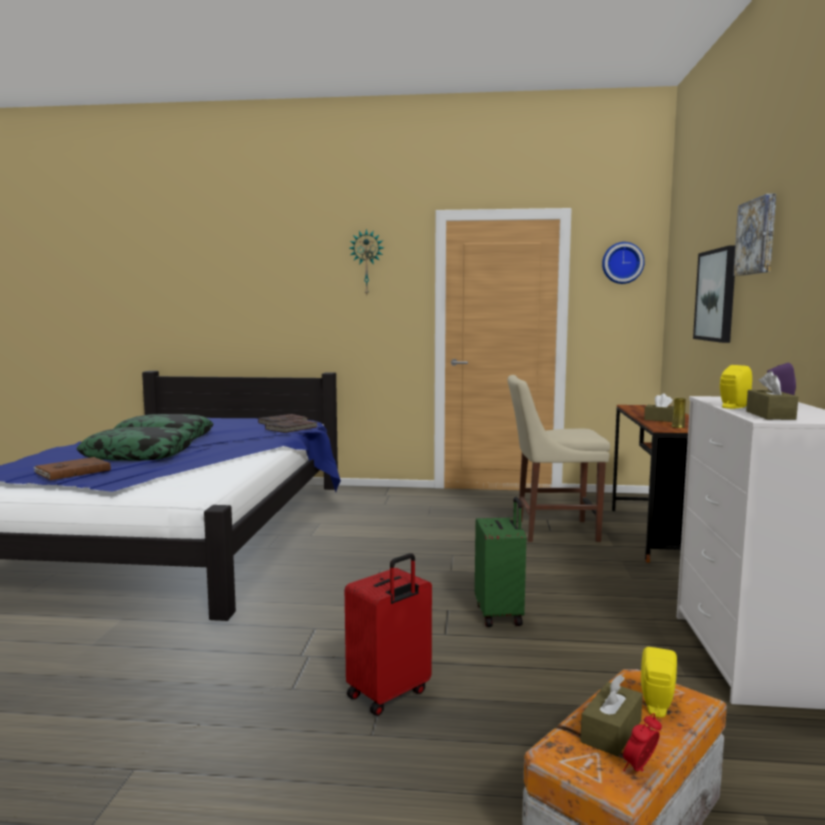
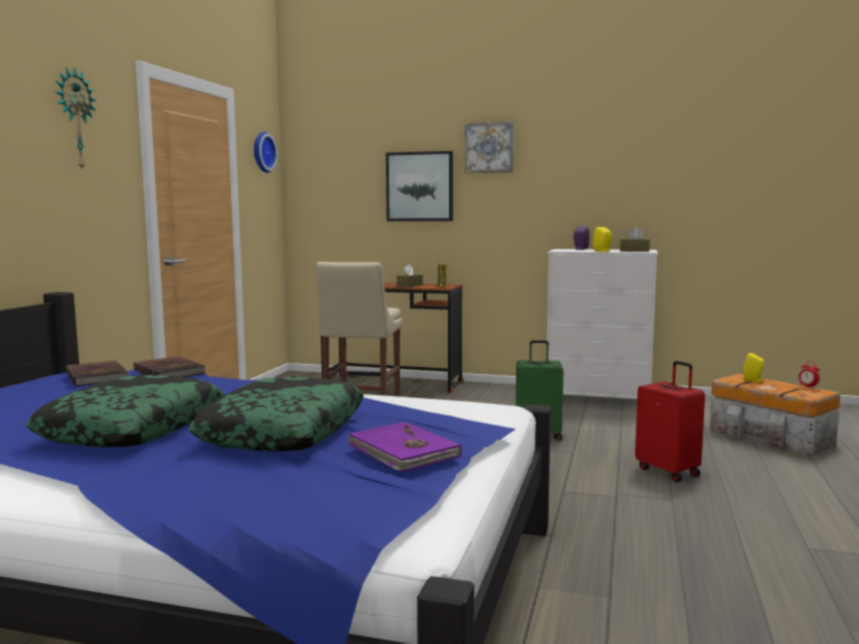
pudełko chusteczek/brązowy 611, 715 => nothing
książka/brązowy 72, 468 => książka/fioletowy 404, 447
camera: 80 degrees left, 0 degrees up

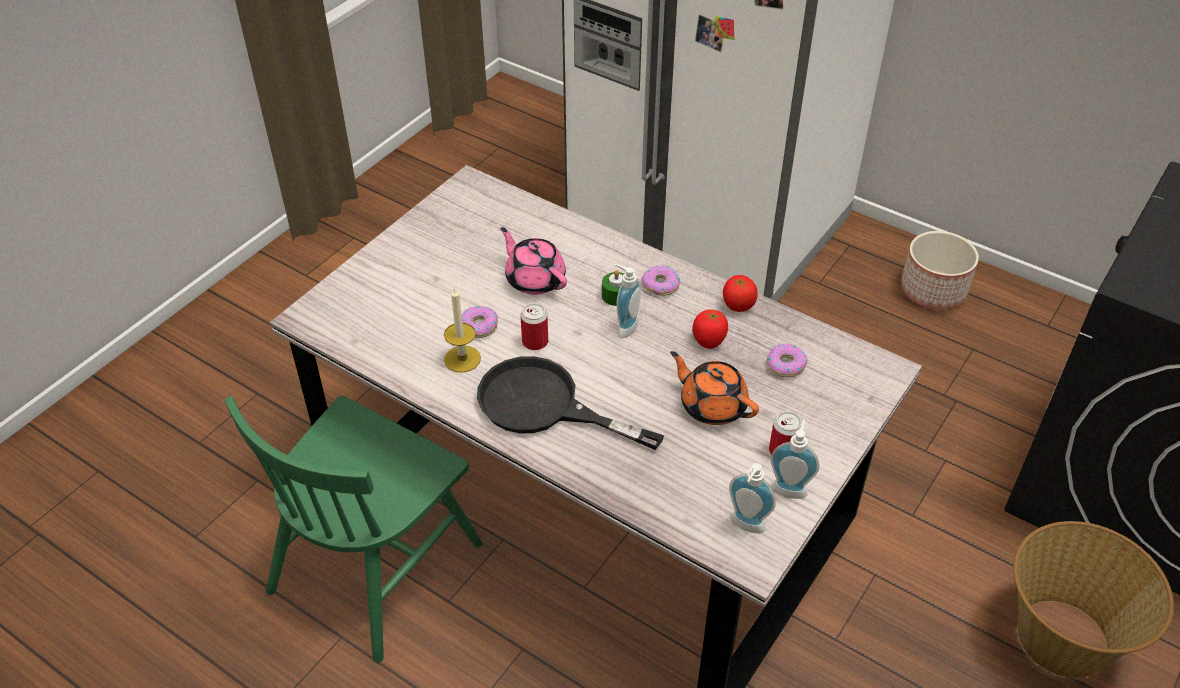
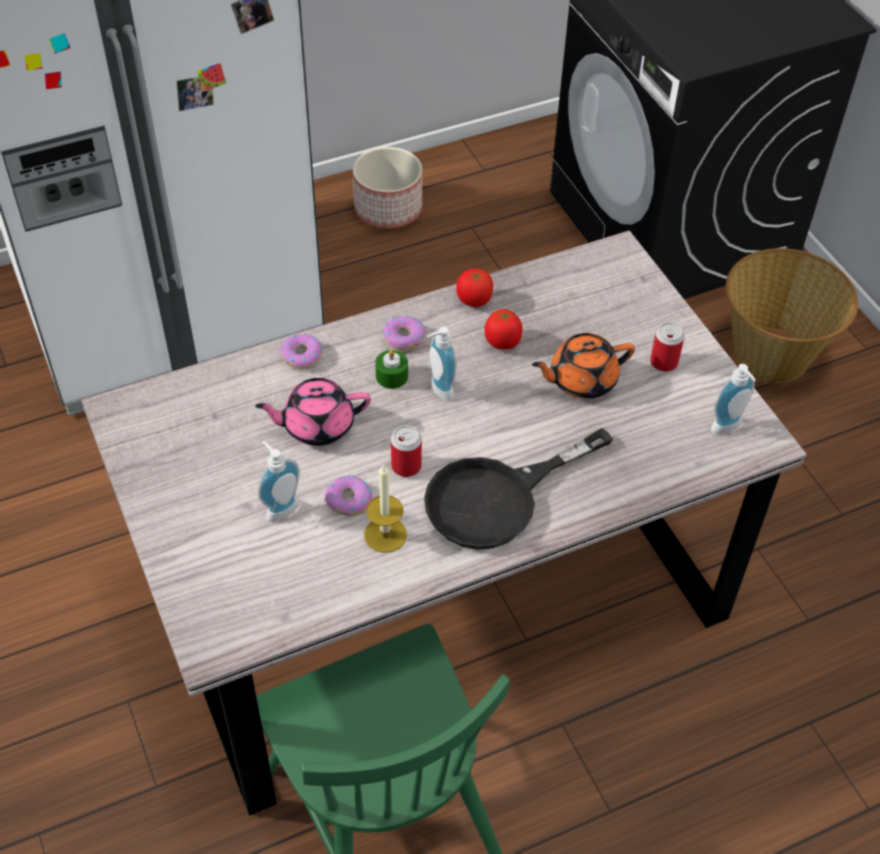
donut 787, 360 => donut 301, 352, relocated
dozownik mydła 794, 459 => dozownik mydła 279, 481, relocated
camera: 60 degrees left, 5 degrees up

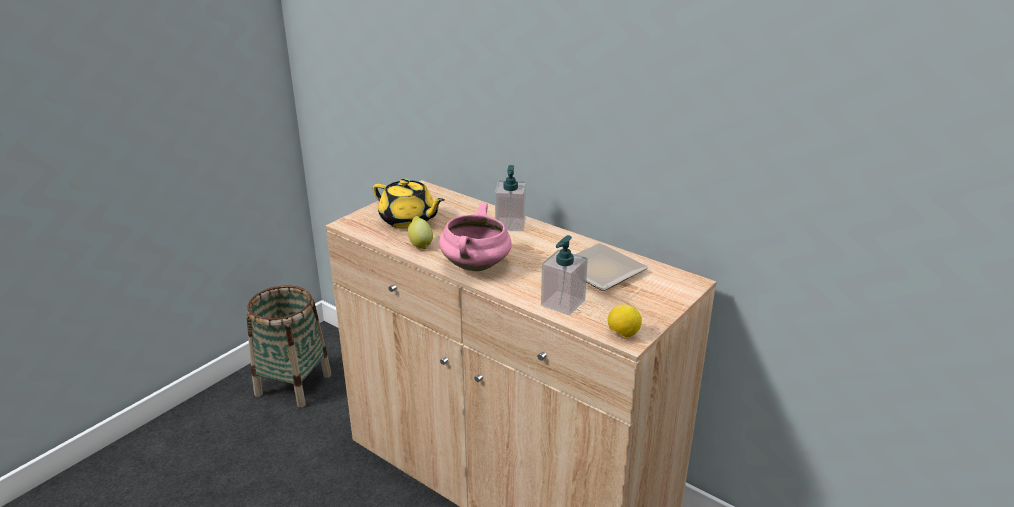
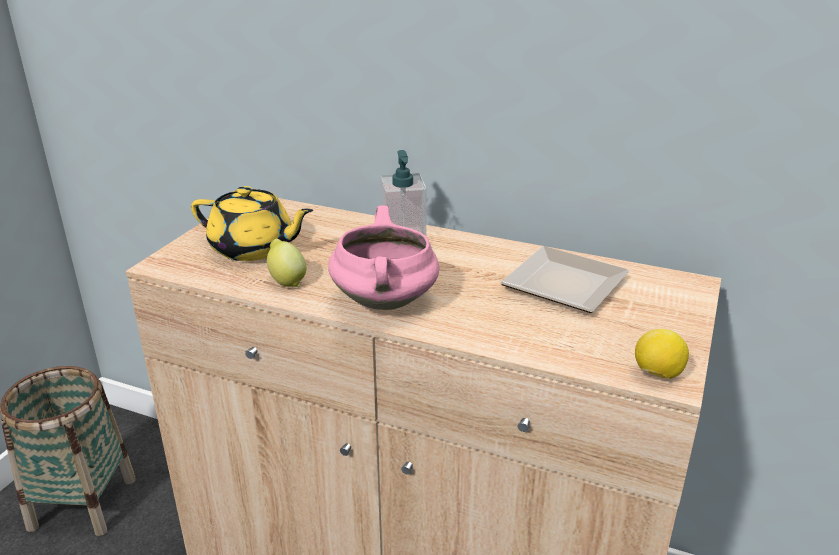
dozownik mydła 564, 275 => nothing
camera: 15 degrees left, 0 degrees up

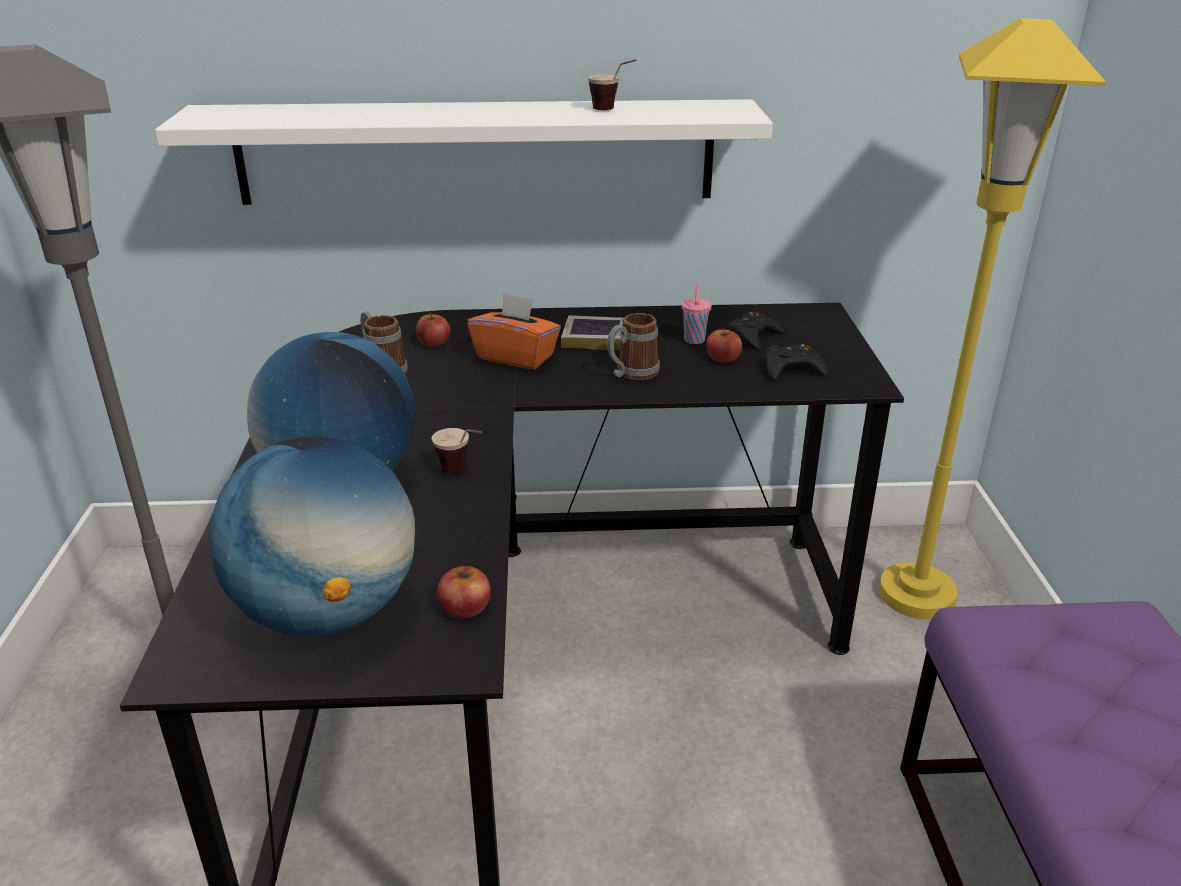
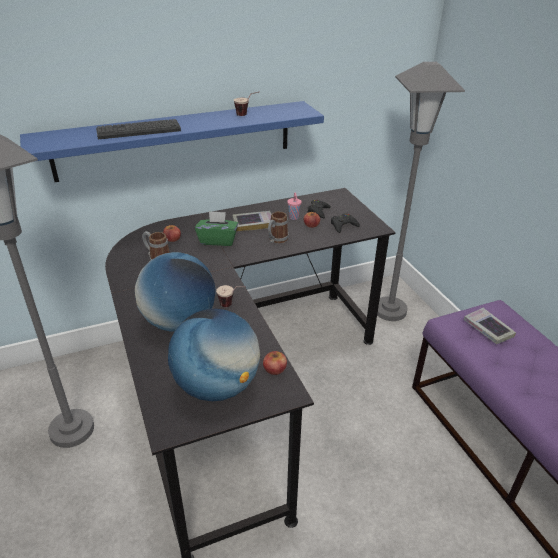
nothing => klawiatura 138, 129
nothing => książka 490, 326
półka/biały 464, 152 => półka/niebieski 172, 141
pudełko chusteczek/pomarańczowy 514, 331 => pudełko chusteczek/zielony 216, 228
lampa stojąca/żółty 992, 318 => lampa stojąca/szary 421, 191
camera: 20 degrees left, 5 degrees up

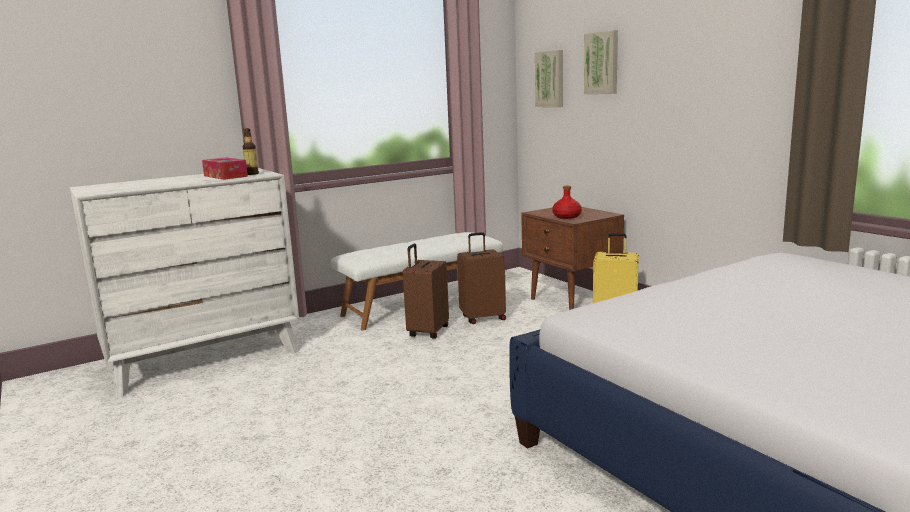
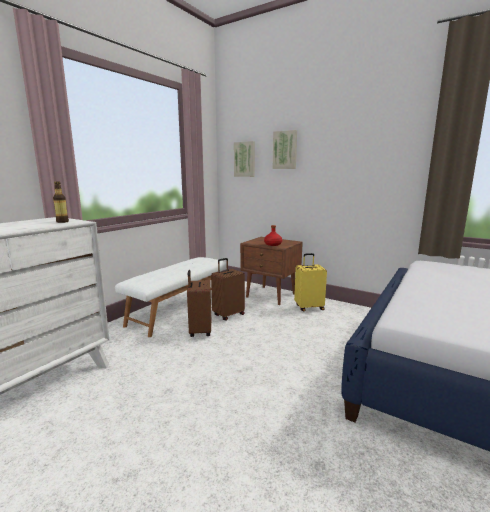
pudełko chusteczek 225, 169 => nothing
camera: 25 degrees left, 0 degrees up

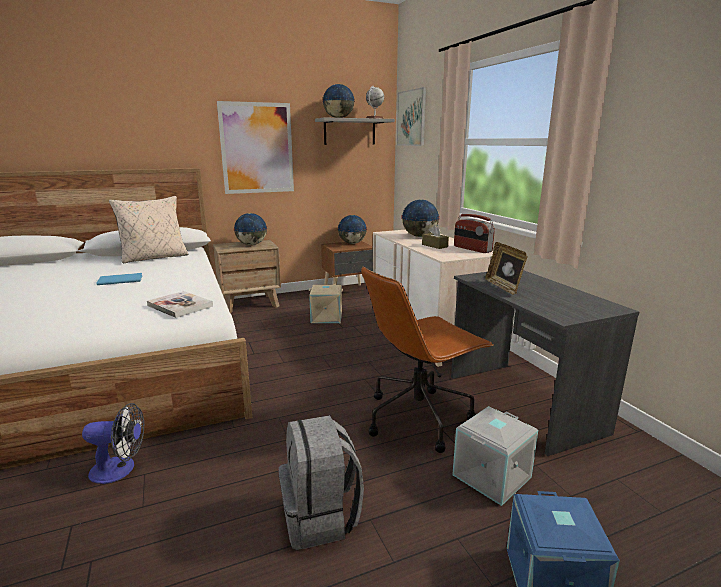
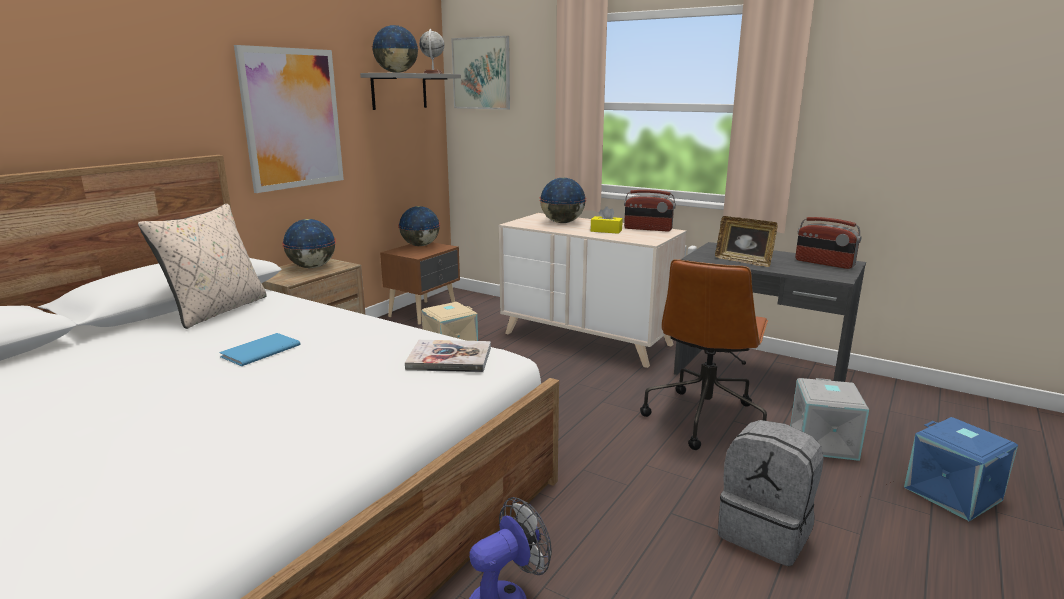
nothing => radio 828, 243
pudełko chusteczek/brązowy 435, 237 => pudełko chusteczek/żółty 607, 220
camera: 35 degrees left, 0 degrees up

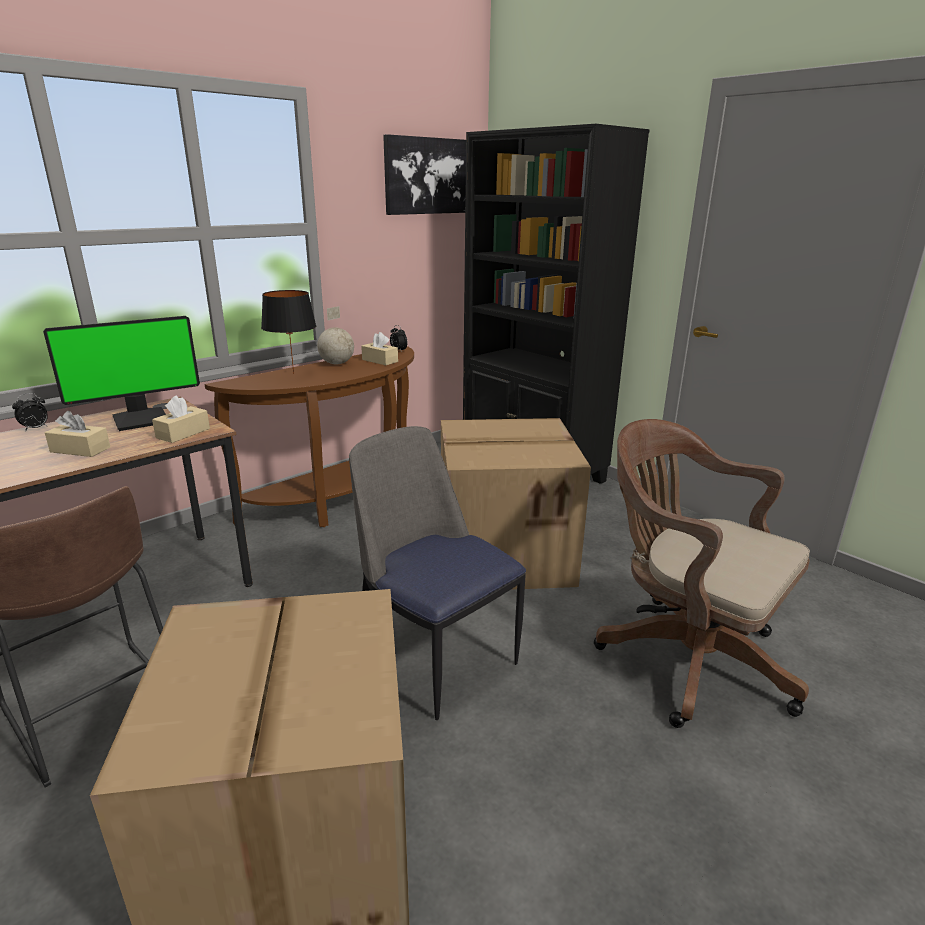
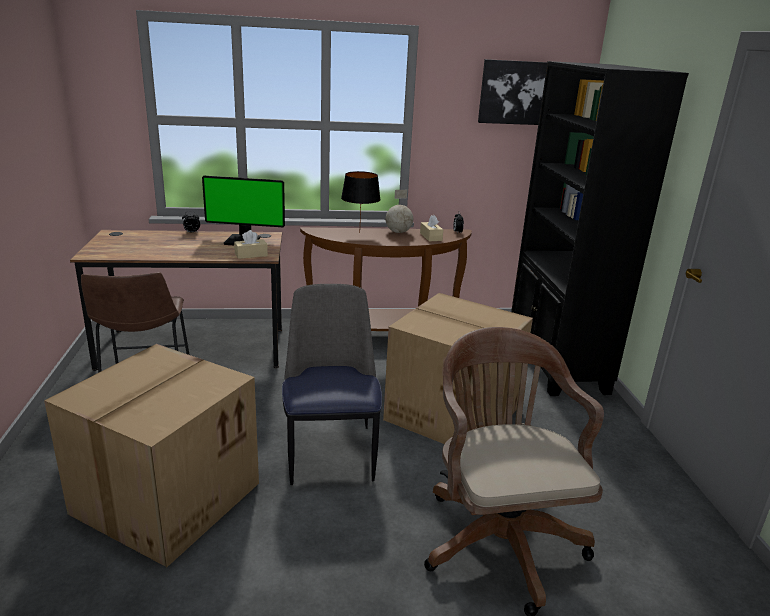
pudełko chusteczek/beżowy 77, 434 => nothing
camera: 35 degrees right, 0 degrees up

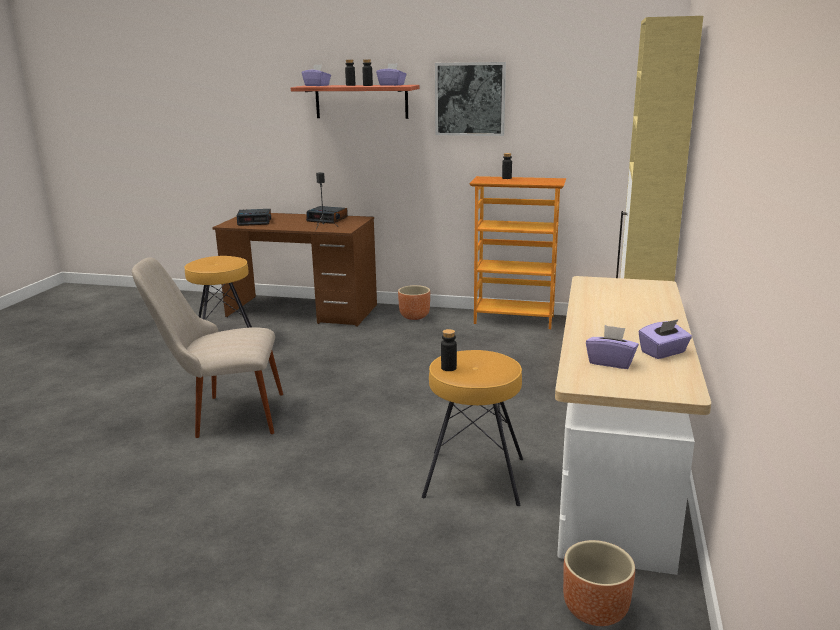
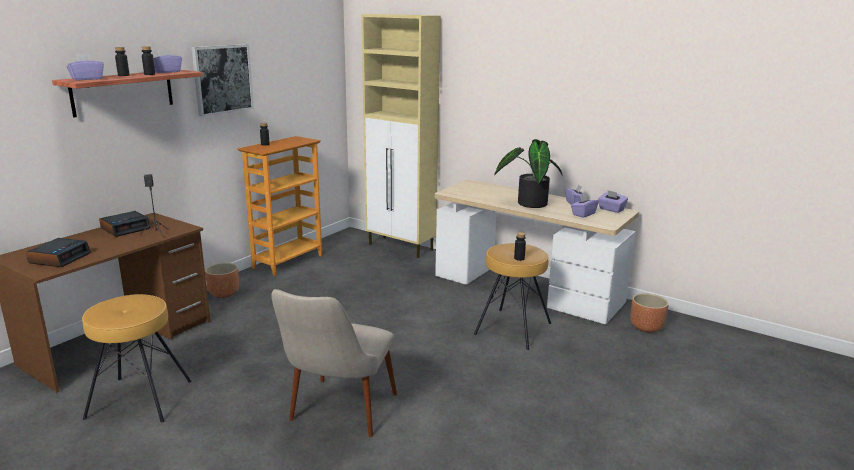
nothing => roślina doniczkowa 529, 173
nothing => pudełko chusteczek/fioletowy 613, 201
camera: 70 degrees left, 0 degrees up

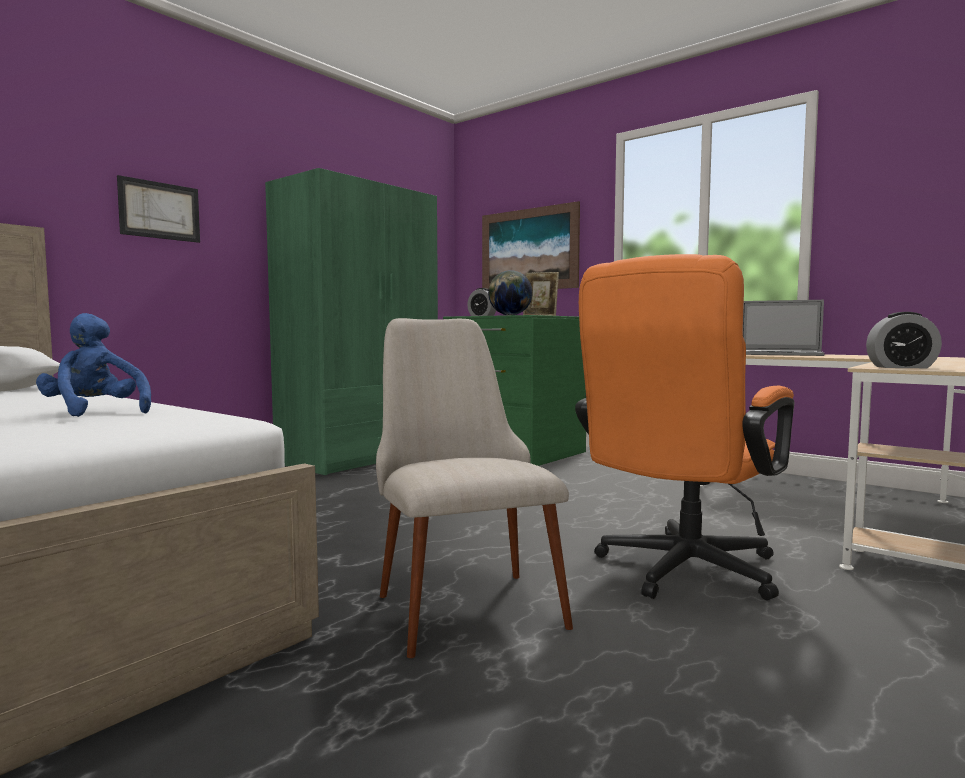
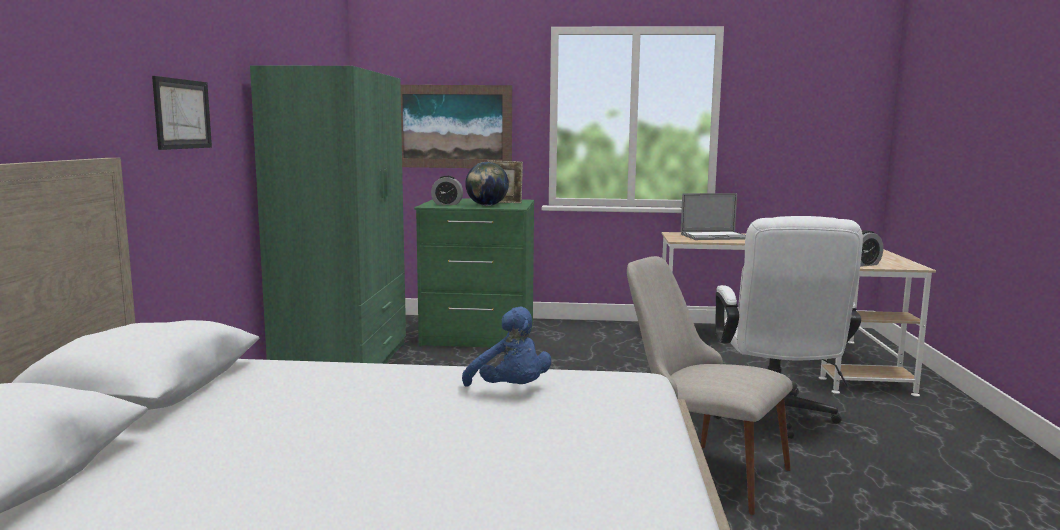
krzesło biurowe/pomarańczowy 684, 427 => krzesło biurowe/biały 787, 327
pluszak/niebieski 93, 365 => pluszak/niebieski 506, 347, 135 degrees counterclockwise
camera: 35 degrees left, 5 degrees up

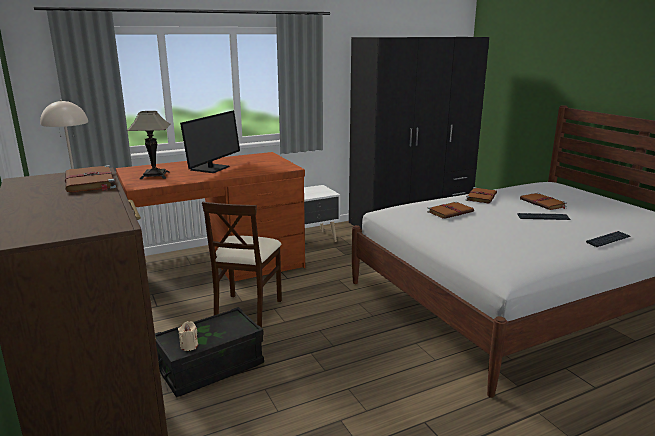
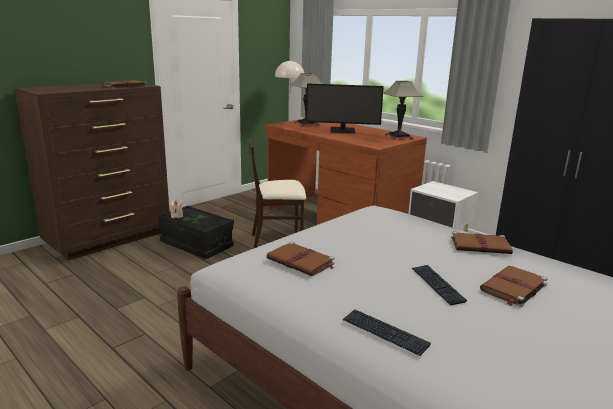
nothing => lampa stołowa 403, 110
książka/brązowy 450, 210 => książka/brązowy 300, 259, relocated
camera: 70 degrees right, 0 degrees up

